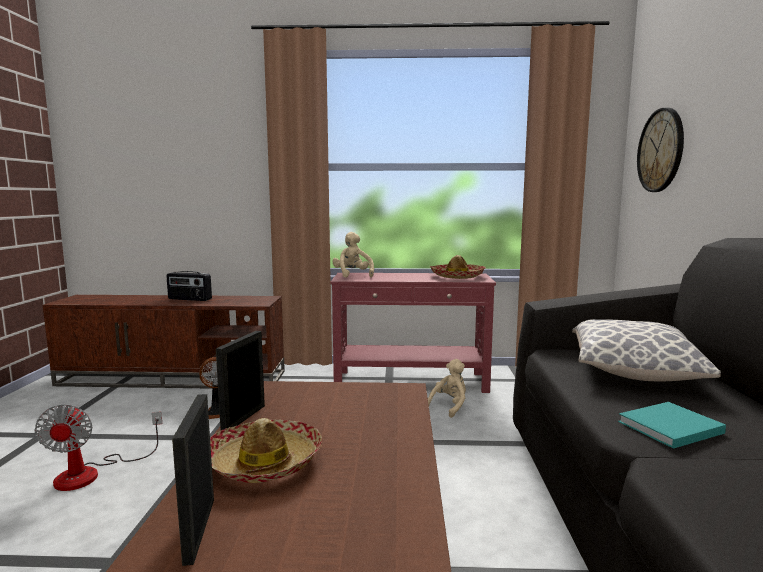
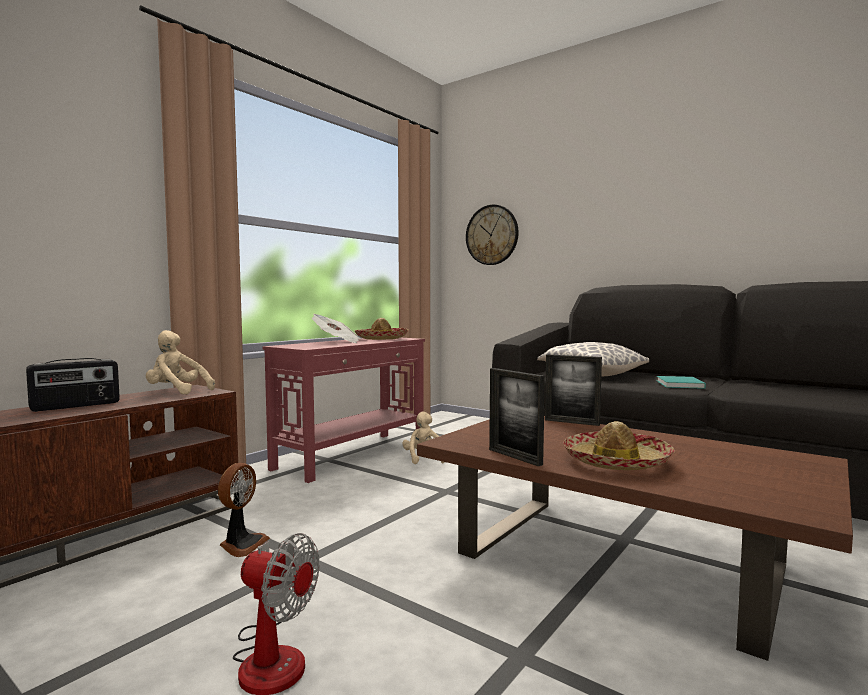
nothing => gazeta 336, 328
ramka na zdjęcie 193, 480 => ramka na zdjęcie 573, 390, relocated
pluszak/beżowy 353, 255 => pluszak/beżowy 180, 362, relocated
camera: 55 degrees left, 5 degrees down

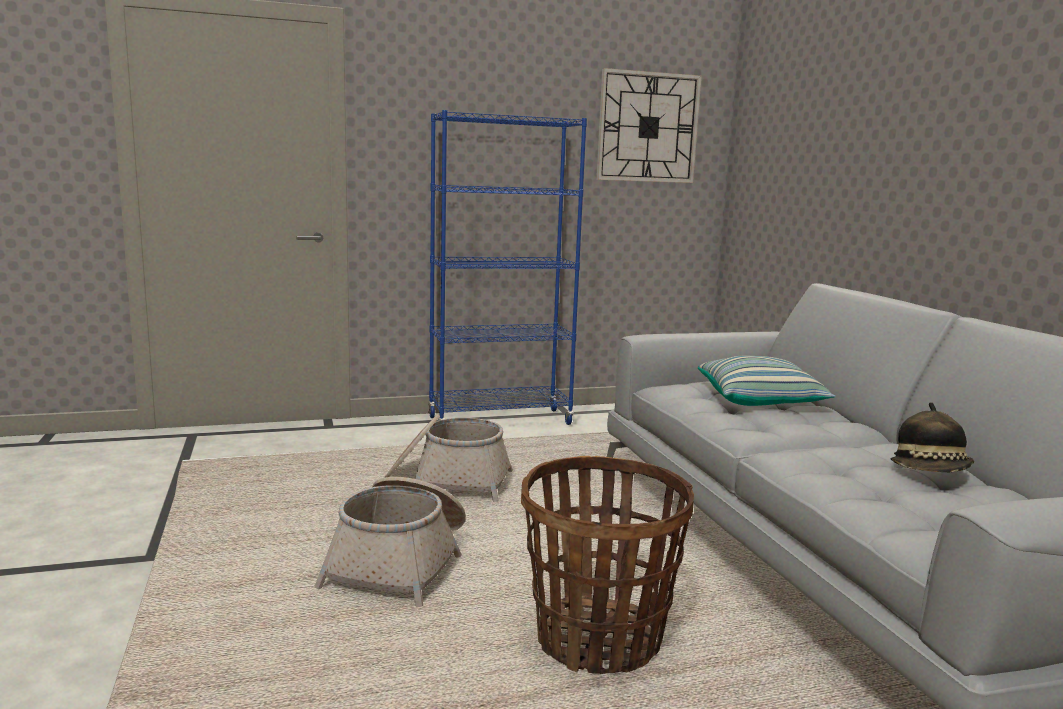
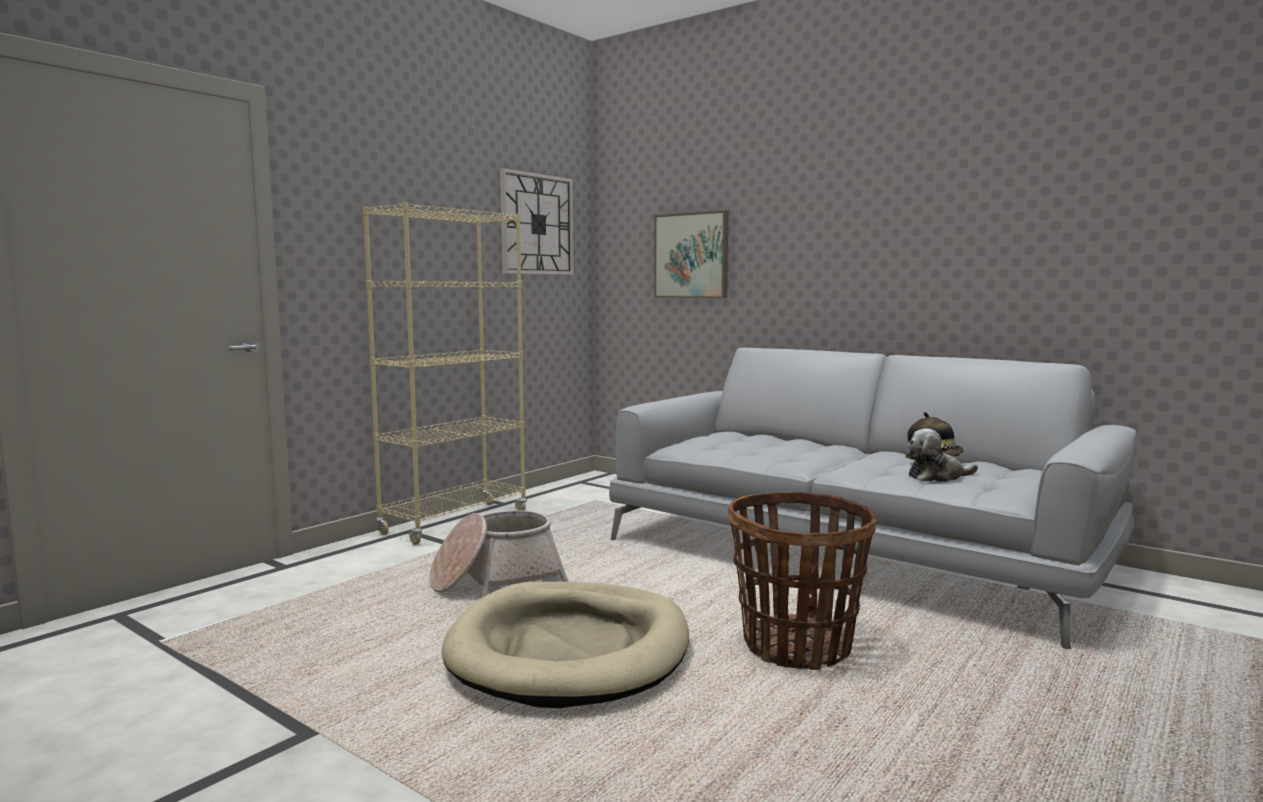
poduszka 767, 381 => nothing
nothing => obraz 691, 254
nothing => pluszak 943, 455
koszyk 390, 542 => legowisko/beżowy 565, 645
regał/niebieski 507, 267 => regał/beżowy 445, 373
camera: 35 degrees left, 5 degrees down

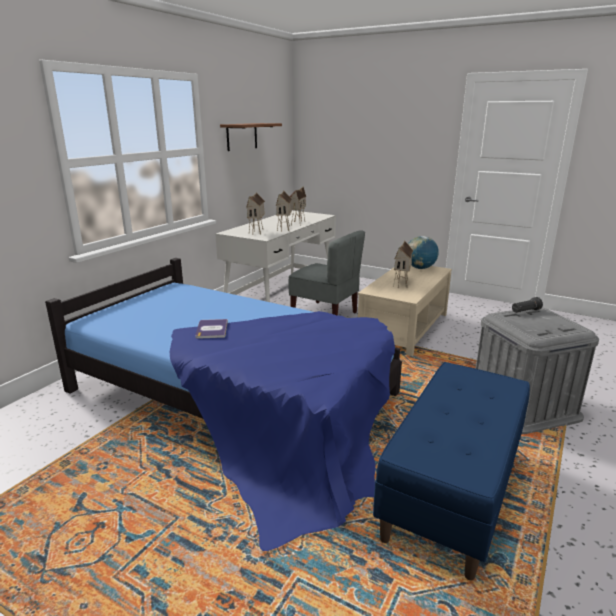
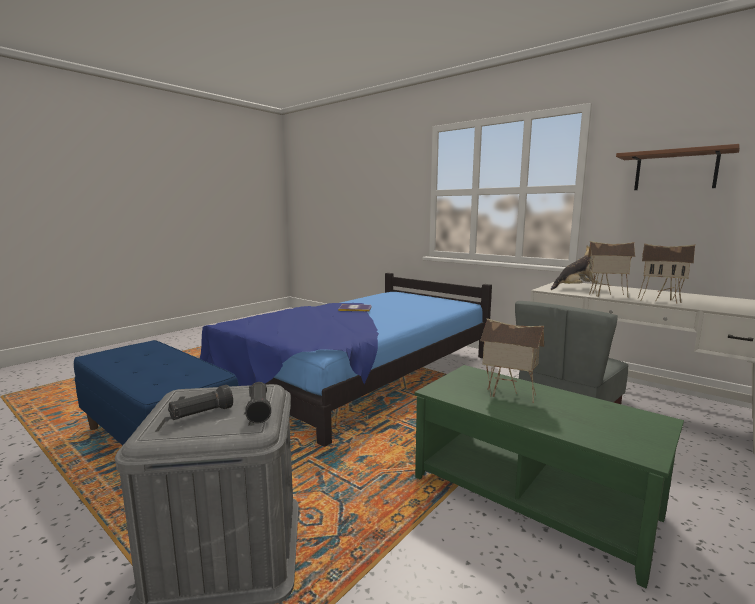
globus 423, 252 => nothing
nothing => latarka/czarny 200, 402
domek 255, 213 => pluszak 575, 268
ława/beżowy 405, 311 => ława/zielony 549, 477
camera: 100 degrees right, 10 degrees down

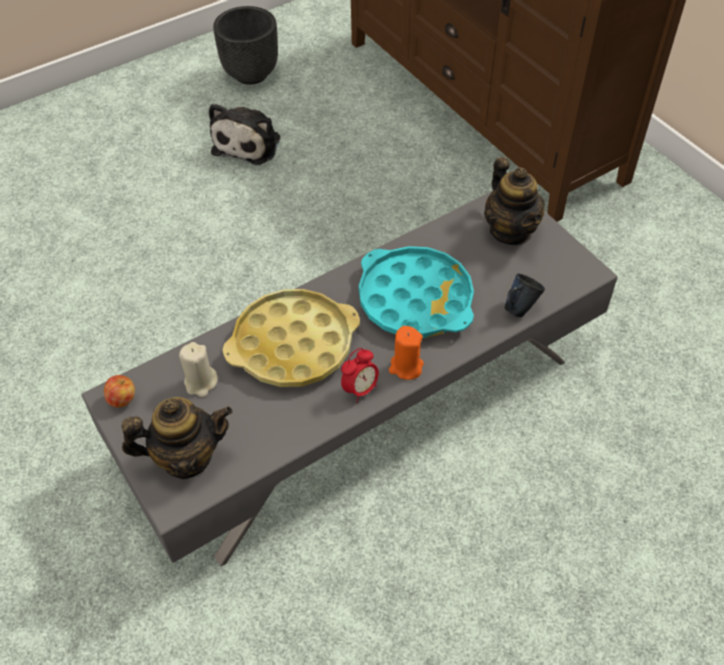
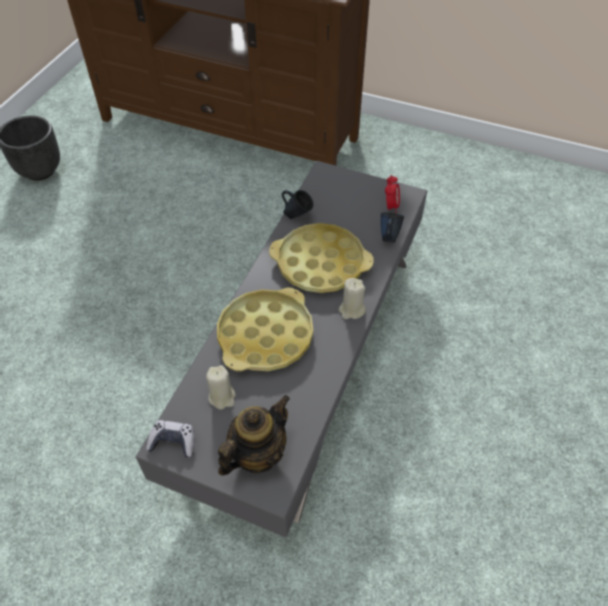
pluszak 244, 134 => nothing
imbryk 514, 201 => nothing
nothing => kubek/niebieski 297, 204
budzik 360, 375 => budzik 392, 193, relocated
jabłko 119, 391 => pad do gier 170, 438
taca/turkusowy 416, 292 => taca/żółty 321, 258
świeca/pomarańczowy 406, 353 => świeca/beżowy 352, 298
camera: 35 degrees left, 0 degrees up

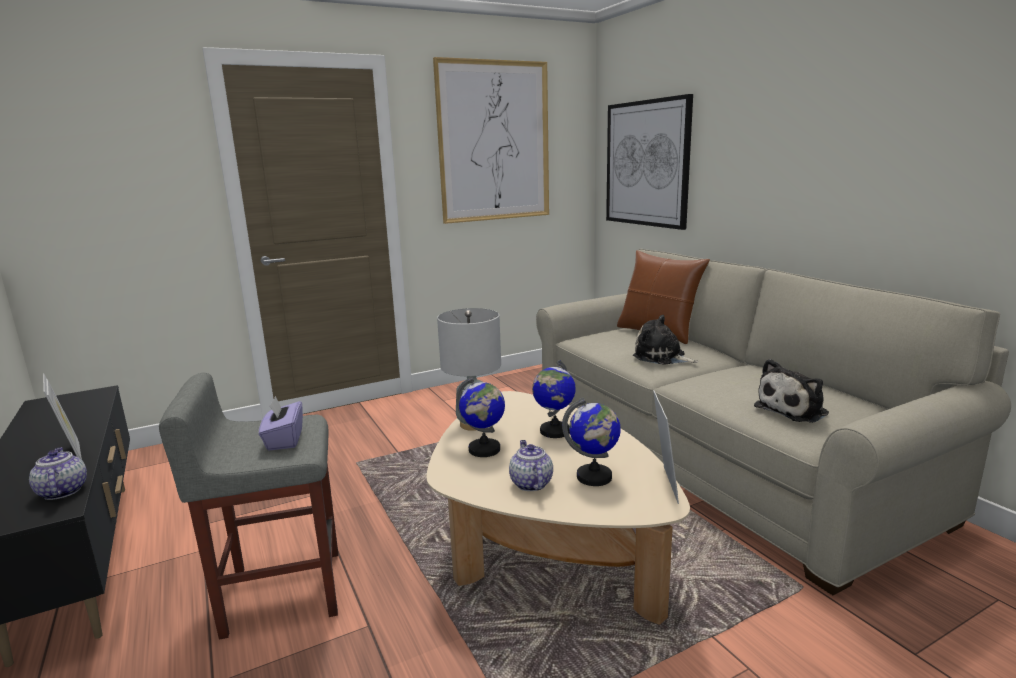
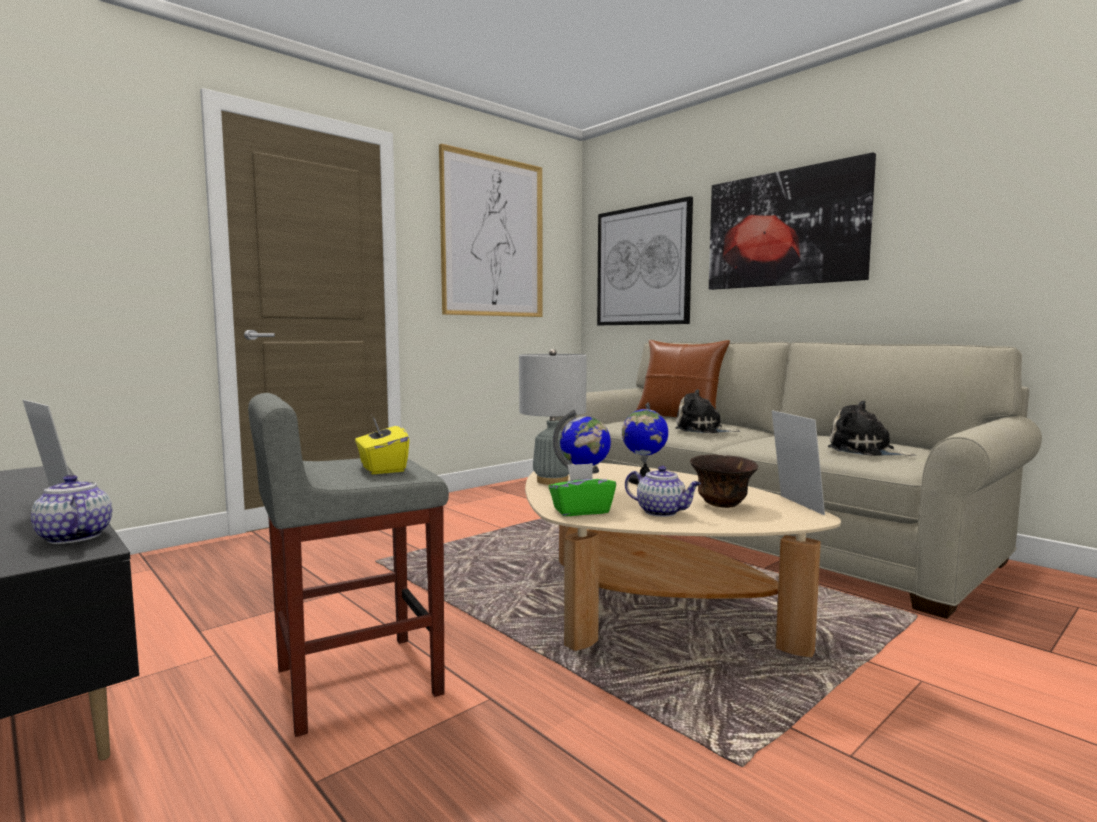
nothing => pudełko chusteczek/zielony 582, 489
nothing => obraz 792, 221
globus 591, 442 => miska/brązowy 724, 481
pudełko chusteczek/fioletowy 281, 423 => pudełko chusteczek/żółty 382, 445
imbryk 531, 465 => imbryk 663, 491, 150 degrees clockwise
pluszak 791, 391 => pluszak 872, 428, 90 degrees clockwise
camera: 15 degrees left, 10 degrees down

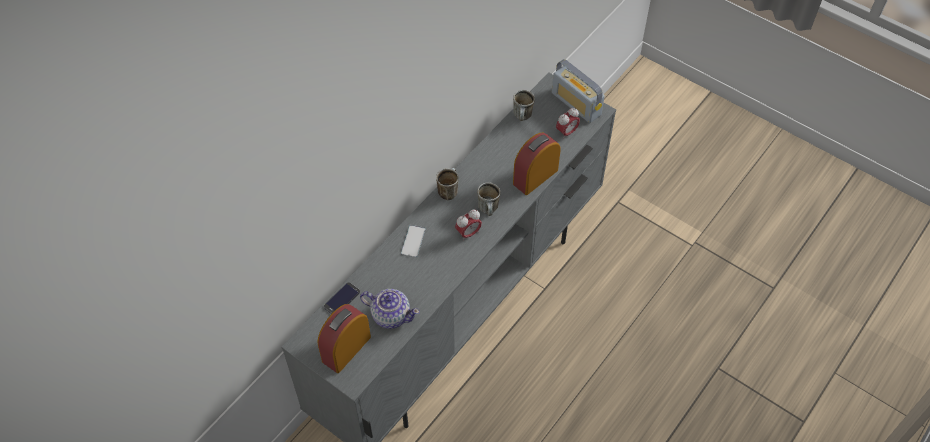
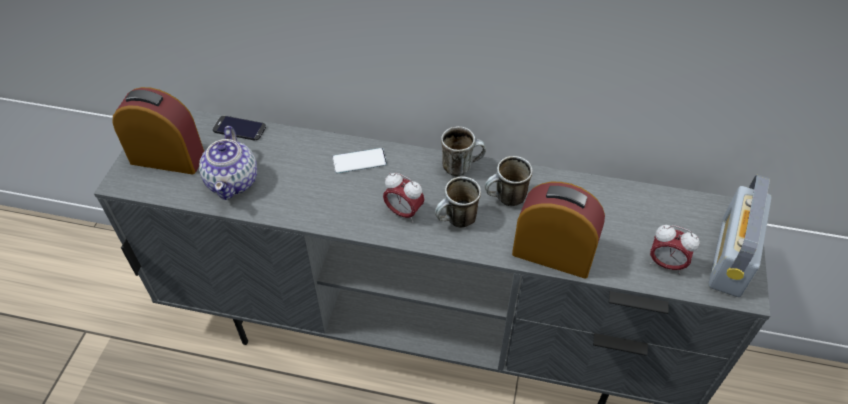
kubek 524, 105 => kubek 509, 181, relocated
camera: 65 degrees right, 5 degrees down

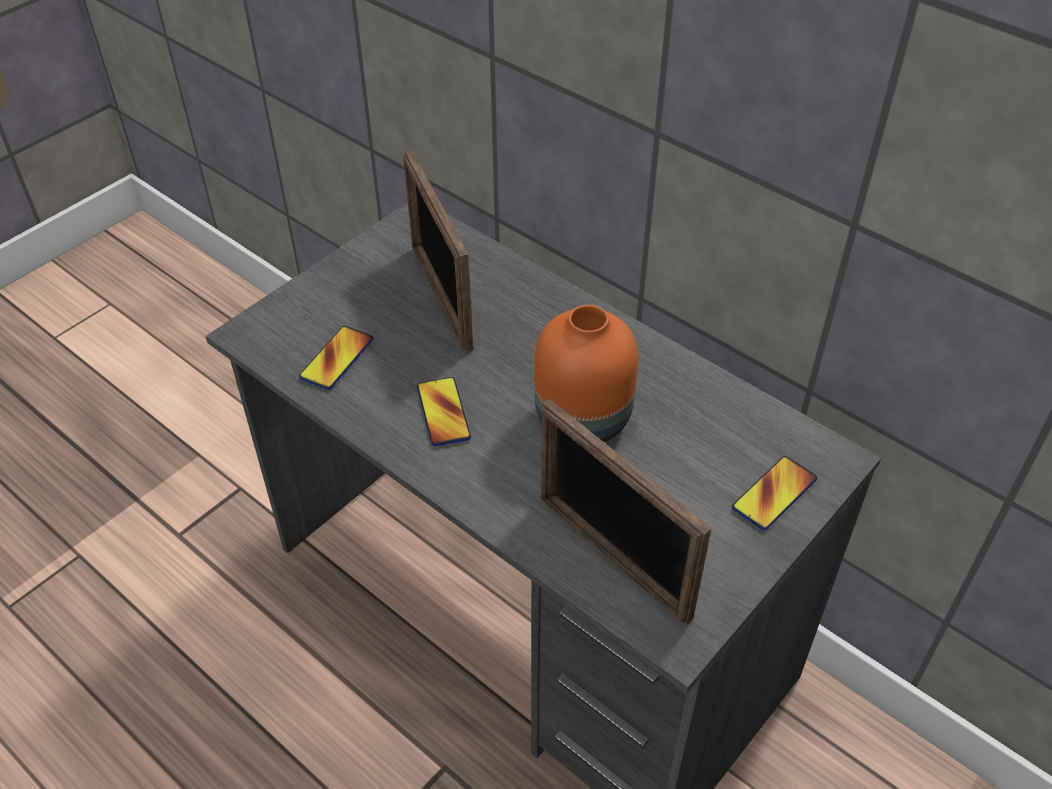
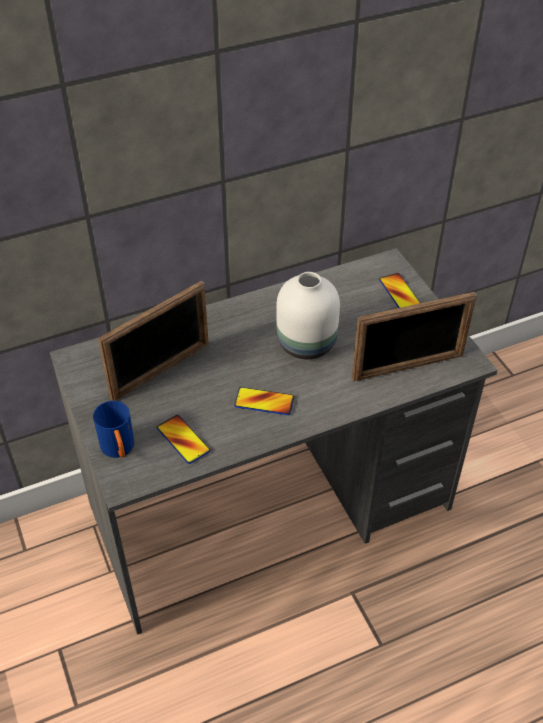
nothing => kubek/niebieski 113, 429
wazon/pomarańczowy 586, 373 => wazon/biały 308, 315
ramka na zdjęcie 438, 251 => ramka na zdjęcie 153, 341, 45 degrees counterclockwise
camera: 65 degrees left, 0 degrees up

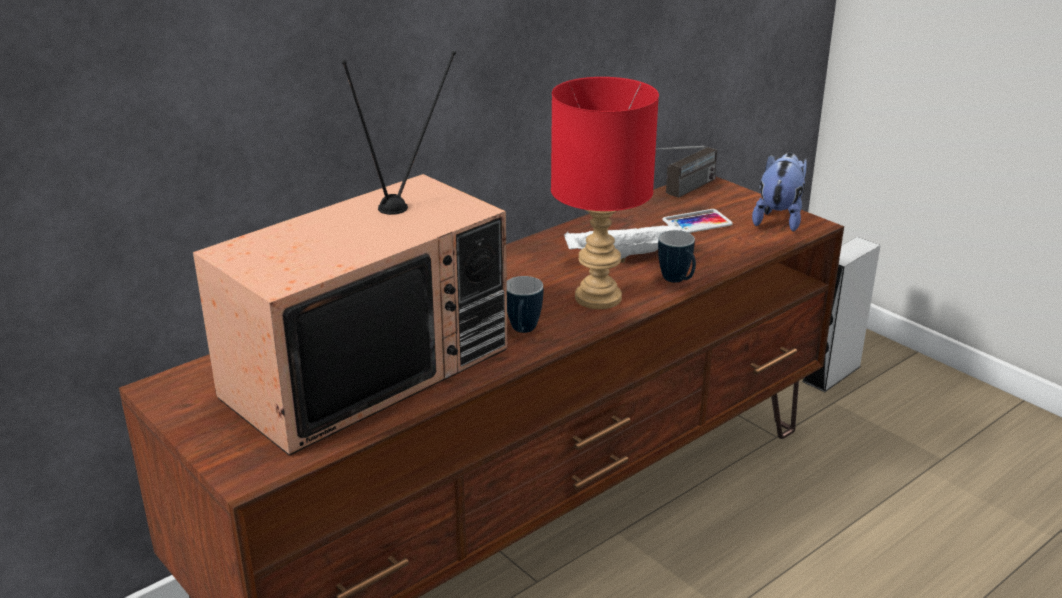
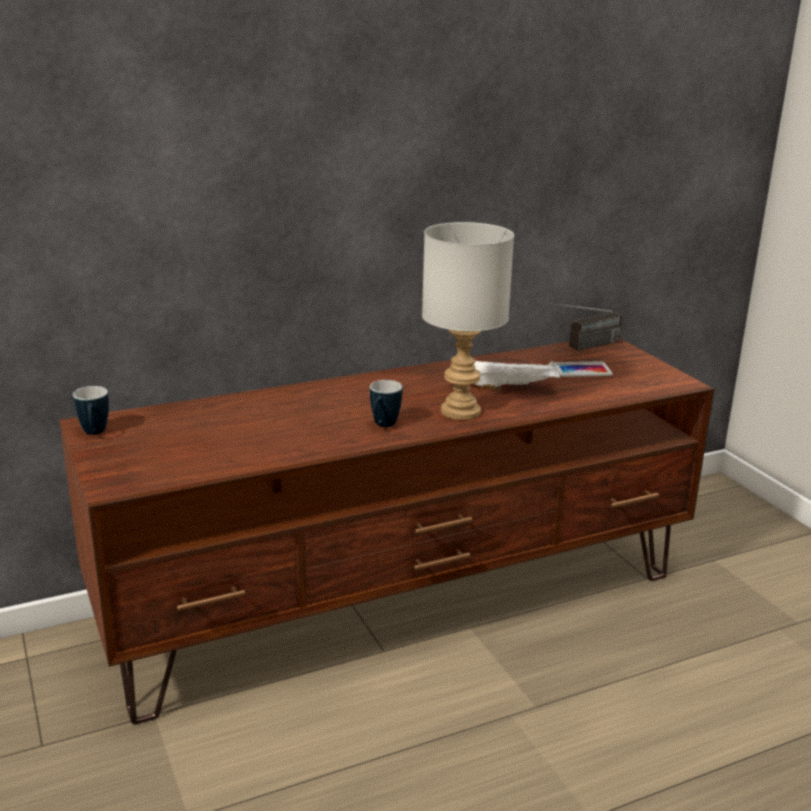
telewizor 350, 253 => nothing
pluszak 779, 192 => nothing
głośnik/szary 841, 314 => nothing
kubek 677, 256 => kubek 91, 410, relocated
lampa stołowa/czerwony 605, 193 => lampa stołowa/szary 468, 321
camera: 15 degrees right, 5 degrees down

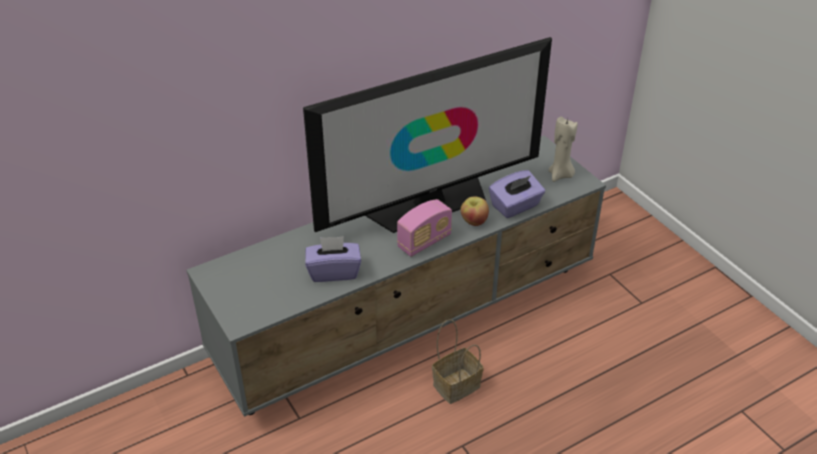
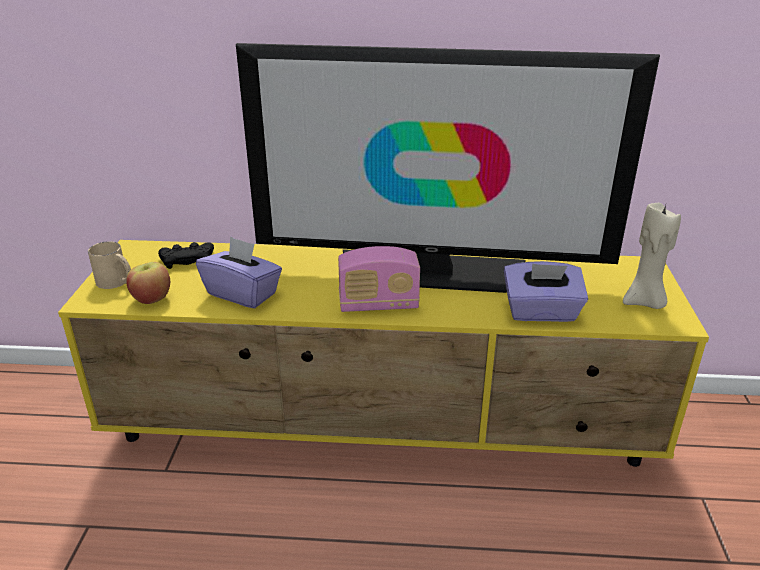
koszyk 458, 361 => nothing
nothing => kubek/beżowy 109, 265
nothing => pad do gier/czarny 186, 255
jabłko 474, 211 => jabłko 148, 283, relocated
szafka pod telewizor/szary 396, 276 => szafka pod telewizor/żółty 383, 353
camera: 35 degrees right, 10 degrees down

